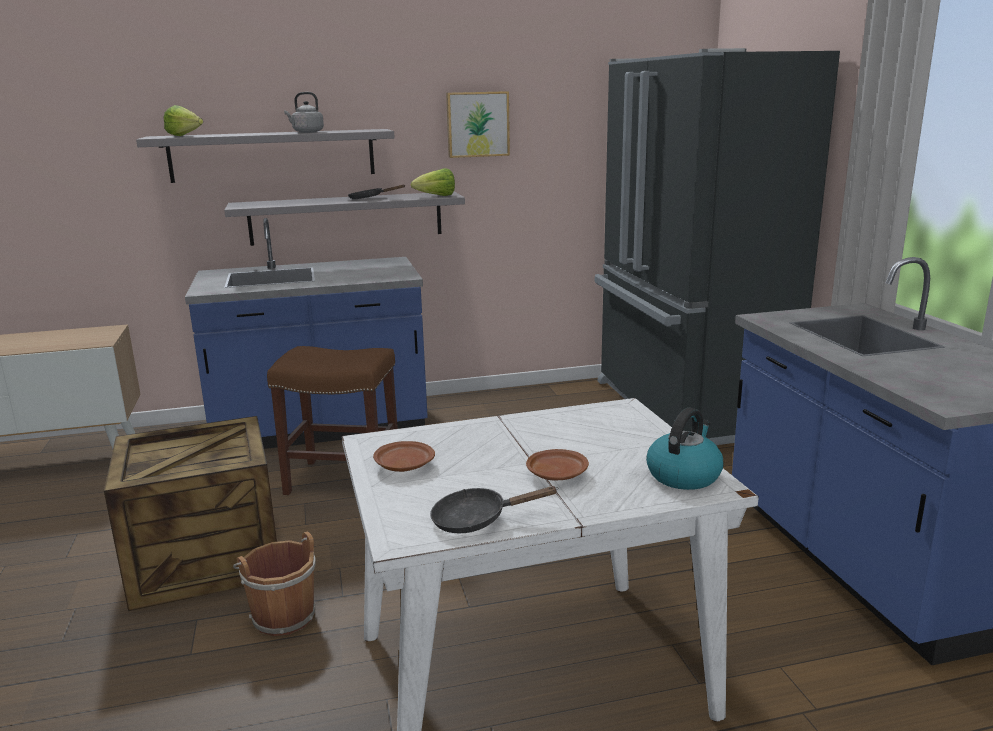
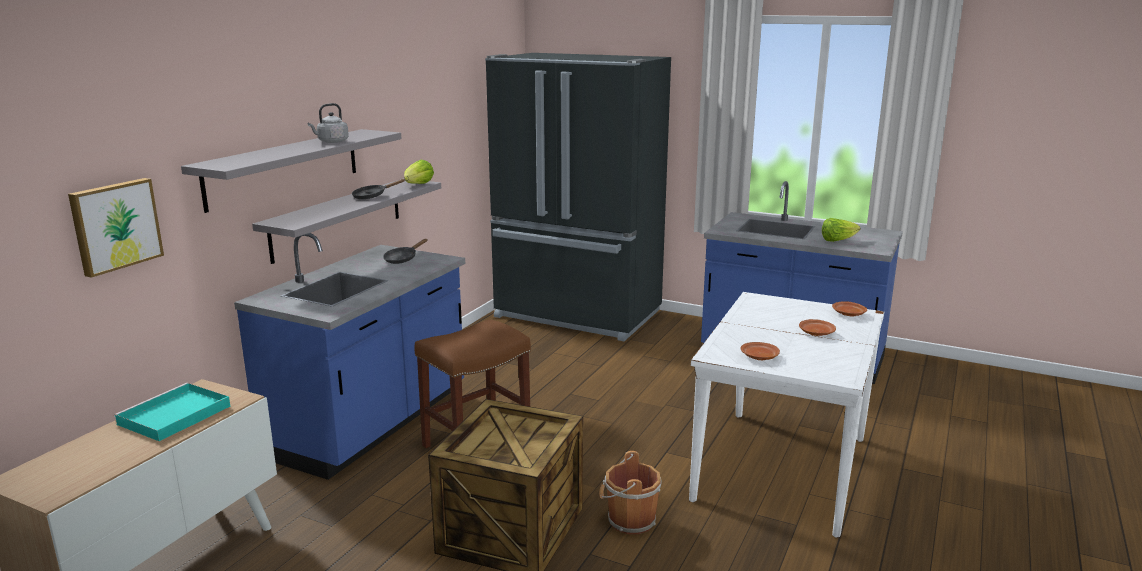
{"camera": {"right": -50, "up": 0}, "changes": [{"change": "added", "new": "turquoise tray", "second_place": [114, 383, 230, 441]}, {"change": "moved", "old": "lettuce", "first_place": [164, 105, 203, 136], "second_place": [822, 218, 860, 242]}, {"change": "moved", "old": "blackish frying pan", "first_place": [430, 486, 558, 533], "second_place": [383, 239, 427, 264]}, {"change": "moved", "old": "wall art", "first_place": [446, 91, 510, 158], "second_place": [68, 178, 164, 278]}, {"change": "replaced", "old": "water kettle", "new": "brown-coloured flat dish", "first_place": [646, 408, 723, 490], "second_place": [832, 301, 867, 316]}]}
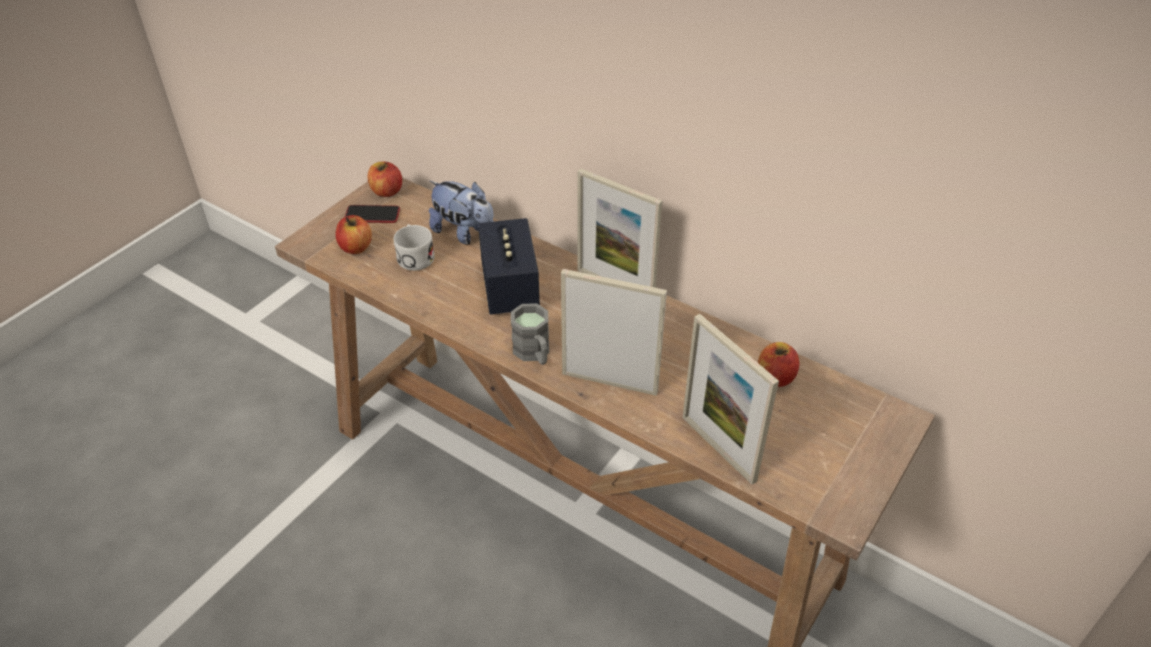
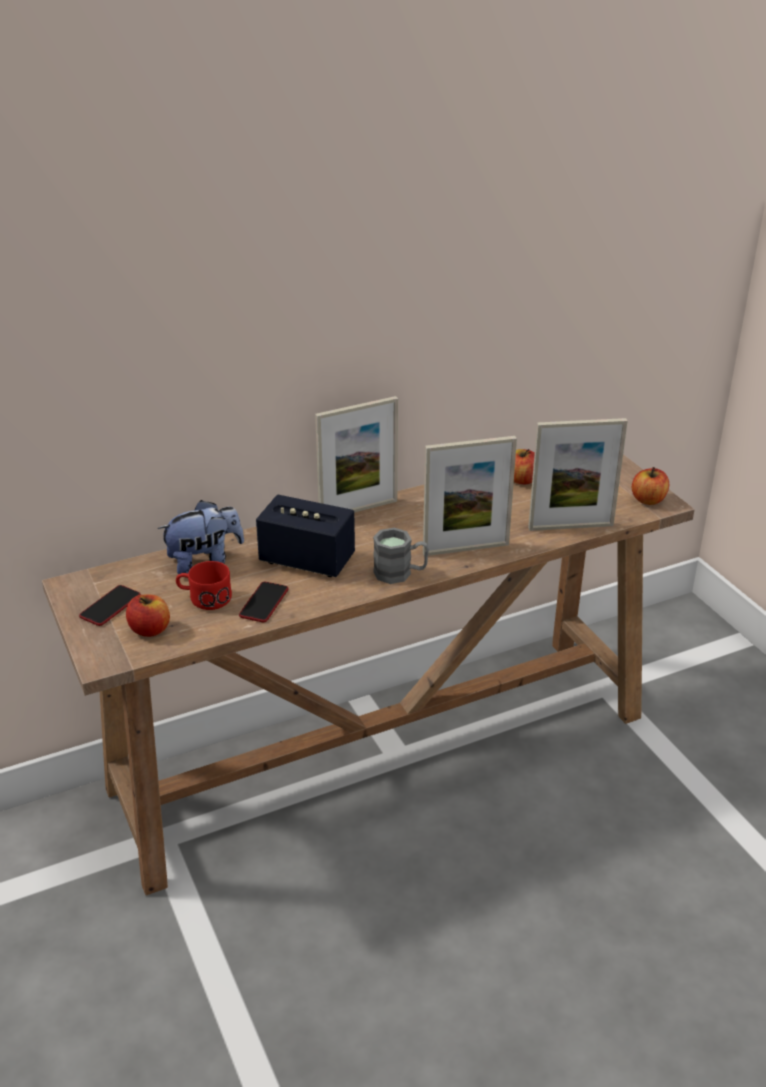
{"camera": {"right": -60, "up": -10}, "changes": [{"change": "added", "new": "phone", "second_place": [239, 582, 288, 622]}, {"change": "moved", "old": "apple", "first_place": [368, 162, 402, 197], "second_place": [632, 467, 669, 505]}, {"change": "recoloured", "old": "white mug", "new": "red-coloured mug", "first_place": [394, 224, 434, 271], "second_place": [176, 561, 232, 610]}, {"change": "turned", "old": "photo frame", "first_place": [561, 269, 667, 396], "second_place": [423, 436, 517, 556], "degrees": -150}]}
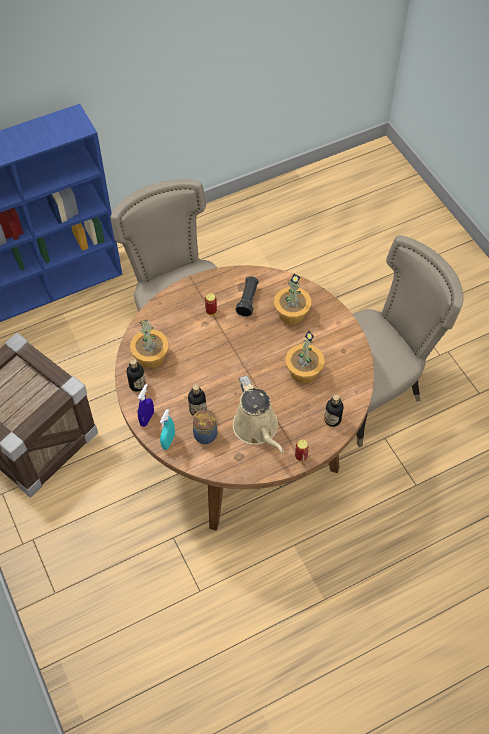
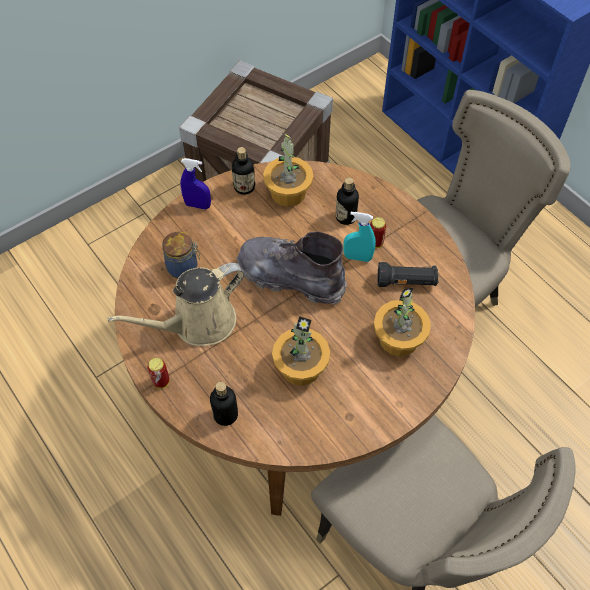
{"camera": {"right": 80, "up": 0}, "changes": [{"change": "added", "new": "gray tall boot", "second_place": [236, 231, 347, 306]}, {"change": "moved", "old": "turquoise hand sprayer", "first_place": [160, 409, 175, 450], "second_place": [343, 212, 376, 262]}, {"change": "moved", "old": "bottle", "first_place": [188, 384, 206, 416], "second_place": [335, 177, 359, 225]}]}
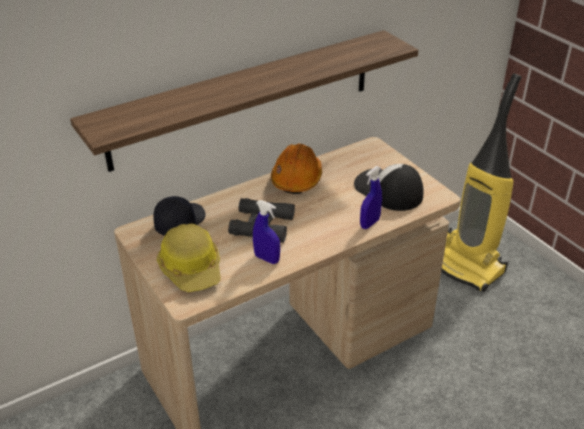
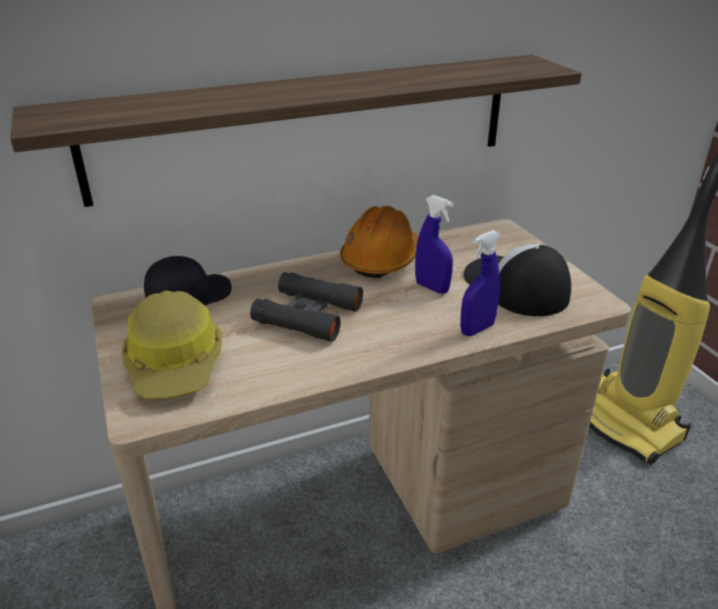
{"camera": {"right": 10, "up": -5}, "changes": [{"change": "moved", "old": "blue hand sprayer", "first_place": [253, 200, 280, 264], "second_place": [415, 195, 453, 294]}]}
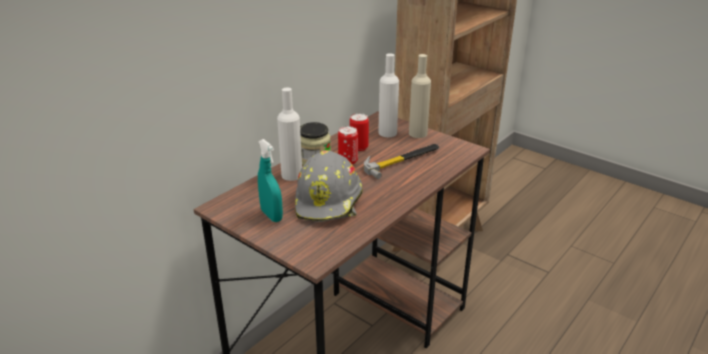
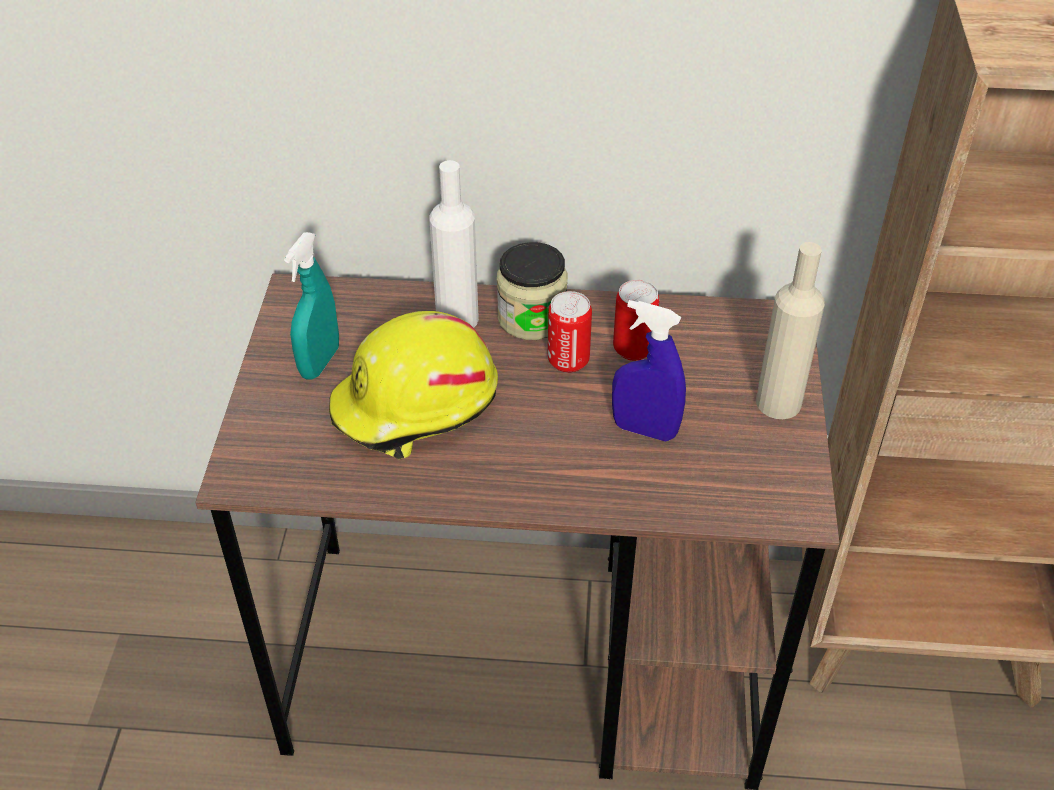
{"camera": {"right": 55, "up": 15}, "changes": [{"change": "removed", "old": "white bottle", "first_place": [378, 53, 399, 137]}, {"change": "replaced", "old": "hand hammer", "new": "blue hand sprayer", "first_place": [364, 144, 439, 179], "second_place": [612, 300, 686, 441]}, {"change": "recoloured", "old": "gray hard hat", "new": "yellow-coloured hard hat", "first_place": [295, 150, 363, 222], "second_place": [329, 311, 498, 459]}]}
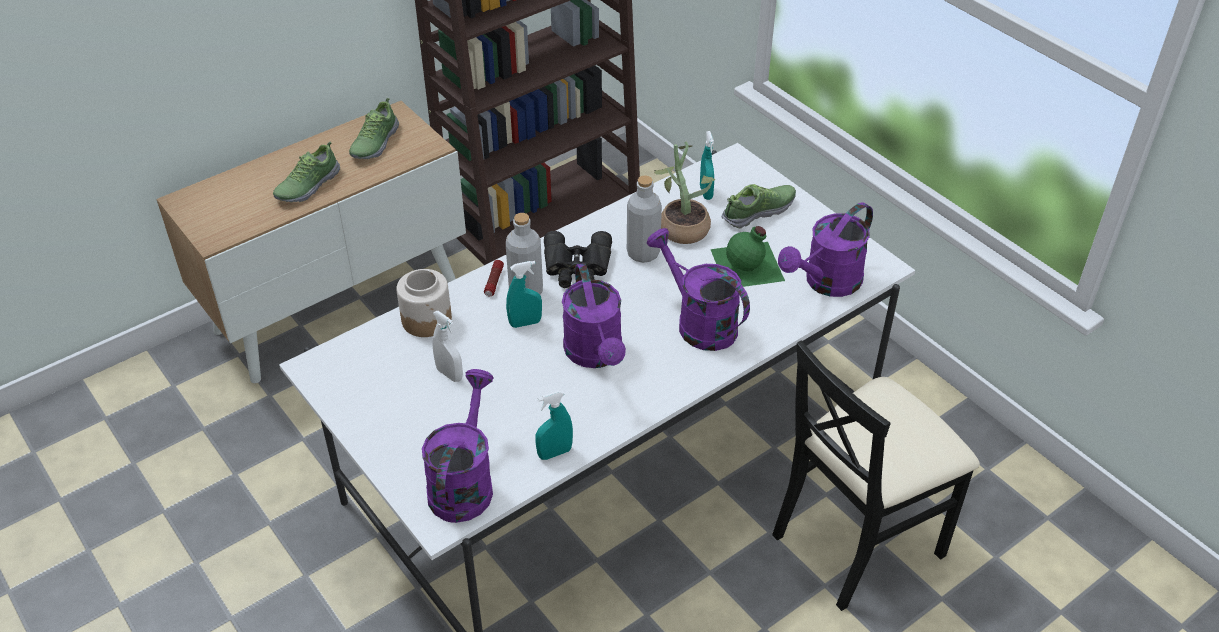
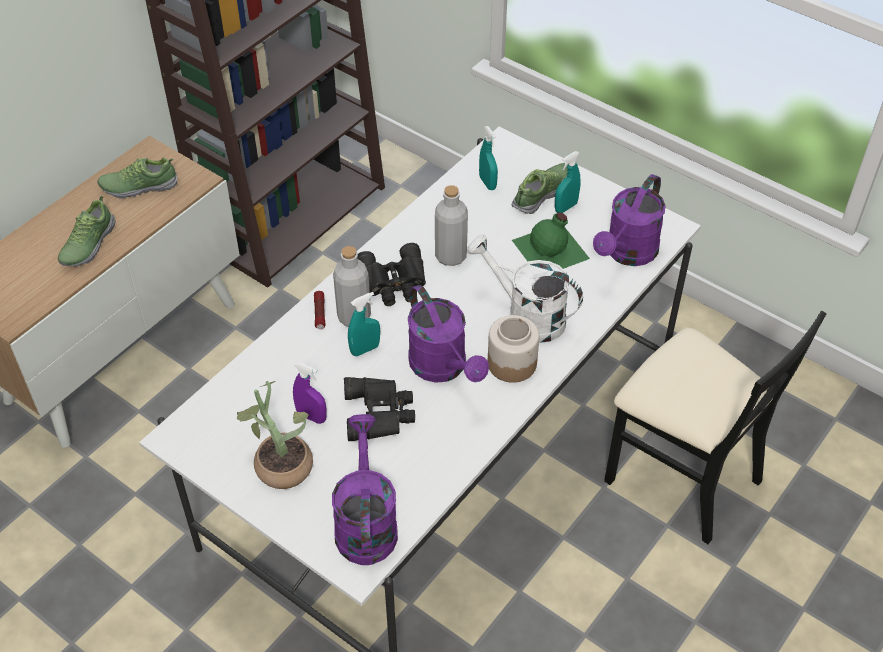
{"camera": {"right": -15, "up": 5}, "changes": [{"change": "added", "new": "blackish pair of binoculars", "second_place": [344, 377, 415, 441]}, {"change": "moved", "old": "preserve jar", "first_place": [396, 269, 452, 337], "second_place": [488, 315, 539, 383]}, {"change": "moved", "old": "turquoise hand sprayer", "first_place": [535, 391, 573, 460], "second_place": [555, 151, 581, 213]}, {"change": "moved", "old": "houseplant", "first_place": [654, 141, 715, 244], "second_place": [237, 381, 313, 489]}, {"change": "recoloured", "old": "white hand sprayer", "new": "purple hand sprayer", "first_place": [433, 311, 463, 382], "second_place": [293, 362, 327, 424]}, {"change": "recoloured", "old": "purple sprinkling can", "new": "white sprinkling can", "first_place": [647, 228, 750, 351], "second_place": [467, 234, 583, 343]}, {"change": "turned", "old": "shoe", "first_place": [349, 98, 399, 159], "second_place": [97, 157, 177, 199], "degrees": 75}, {"change": "turned", "old": "blackish chair", "first_place": [772, 340, 980, 611], "second_place": [604, 311, 826, 544], "degrees": -90}]}
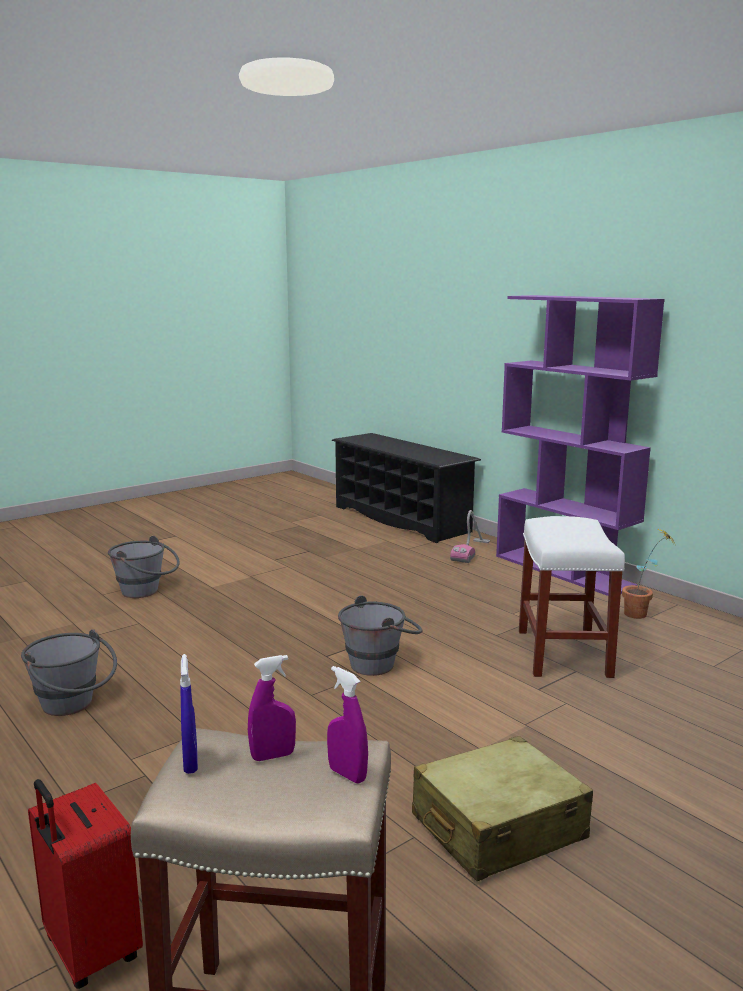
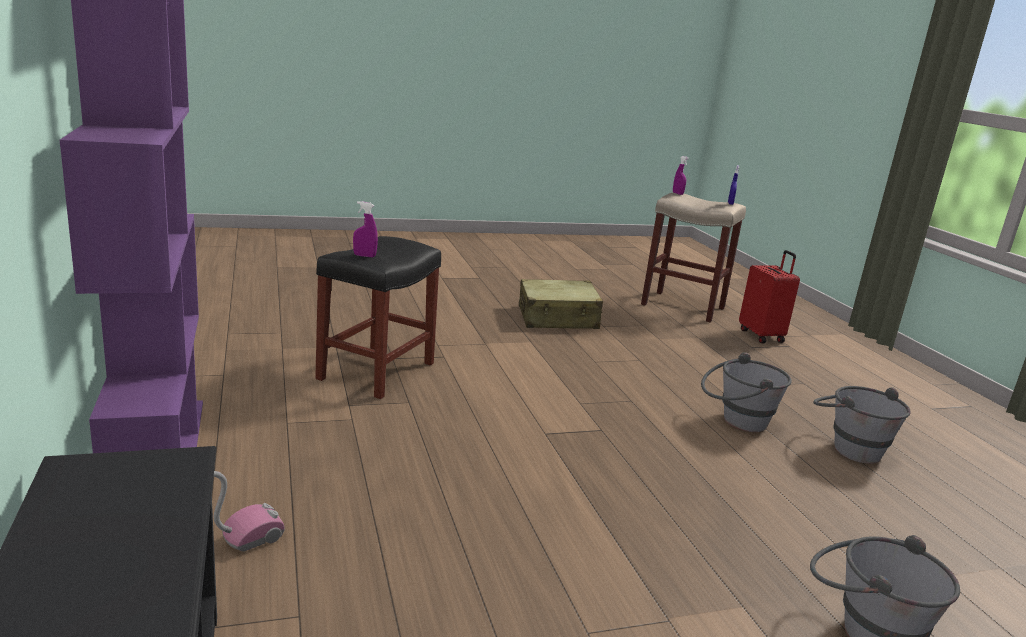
{"camera": {"right": -160, "up": 5}, "changes": [{"change": "removed", "old": "houseplant", "first_place": [622, 529, 676, 619]}, {"change": "moved", "old": "purple hand sprayer", "first_place": [248, 655, 296, 761], "second_place": [353, 201, 378, 257]}, {"change": "moved", "old": "gray bucket", "first_place": [338, 595, 422, 676], "second_place": [701, 352, 792, 432]}, {"change": "recoloured", "old": "white sitting stool", "new": "blackish sitting stool", "first_place": [519, 516, 625, 678], "second_place": [315, 236, 441, 399]}]}
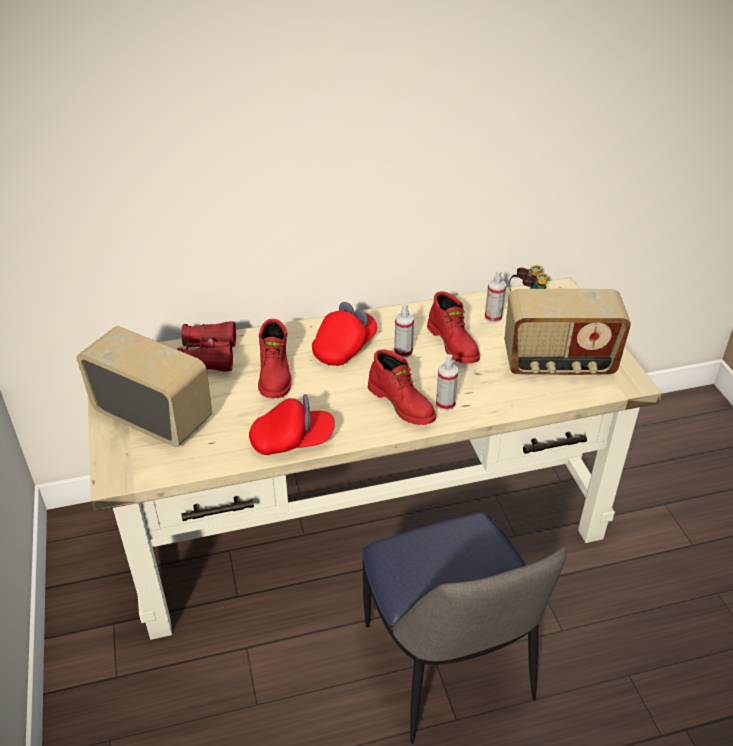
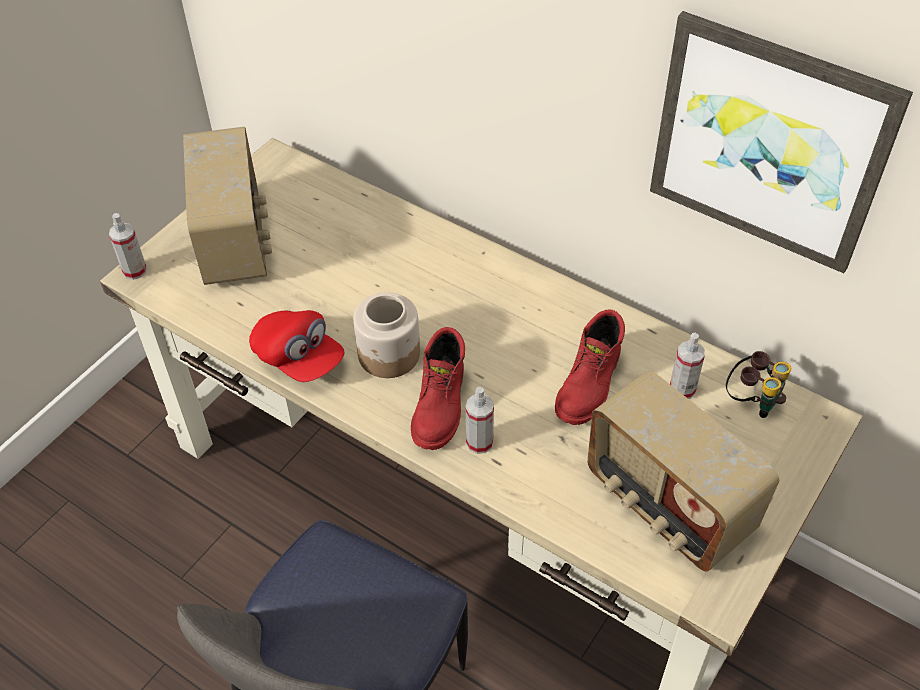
{"camera": {"right": 50, "up": 10}, "changes": [{"change": "removed", "old": "red-coloured pair of binoculars", "first_place": [177, 321, 236, 372]}, {"change": "removed", "old": "red-coloured tall boot", "first_place": [258, 319, 292, 398]}, {"change": "removed", "old": "red-coloured peaked cap", "first_place": [312, 302, 377, 366]}, {"change": "added", "new": "preserve jar", "second_place": [353, 292, 420, 378]}, {"change": "added", "new": "wall art", "second_place": [650, 11, 913, 273]}, {"change": "moved", "old": "hand sprayer", "first_place": [394, 303, 414, 358], "second_place": [109, 213, 147, 280]}]}
